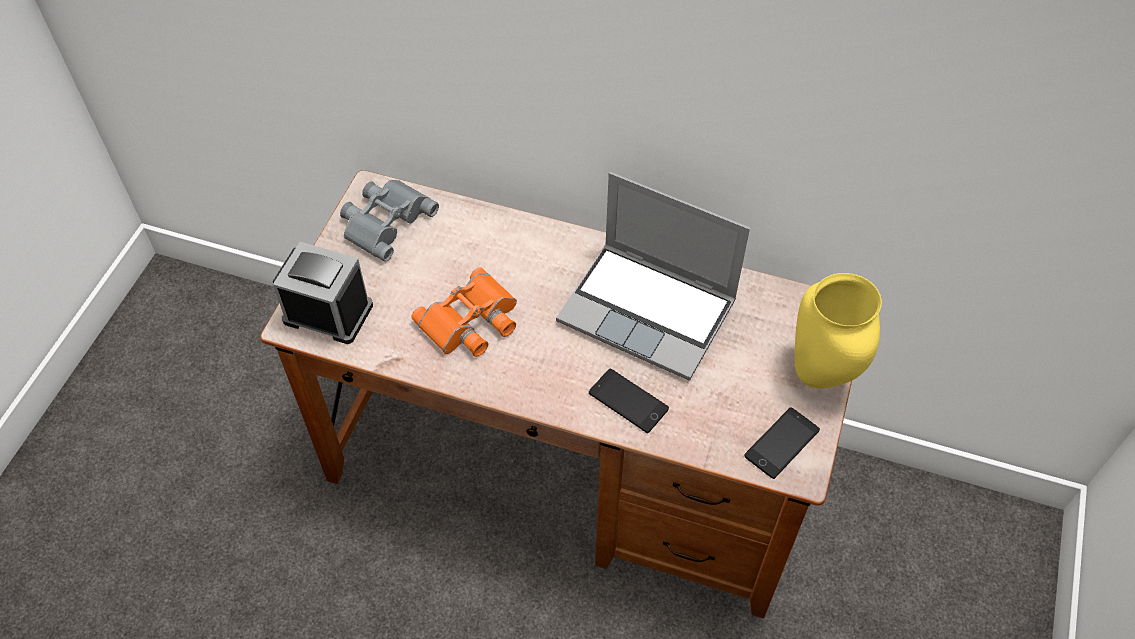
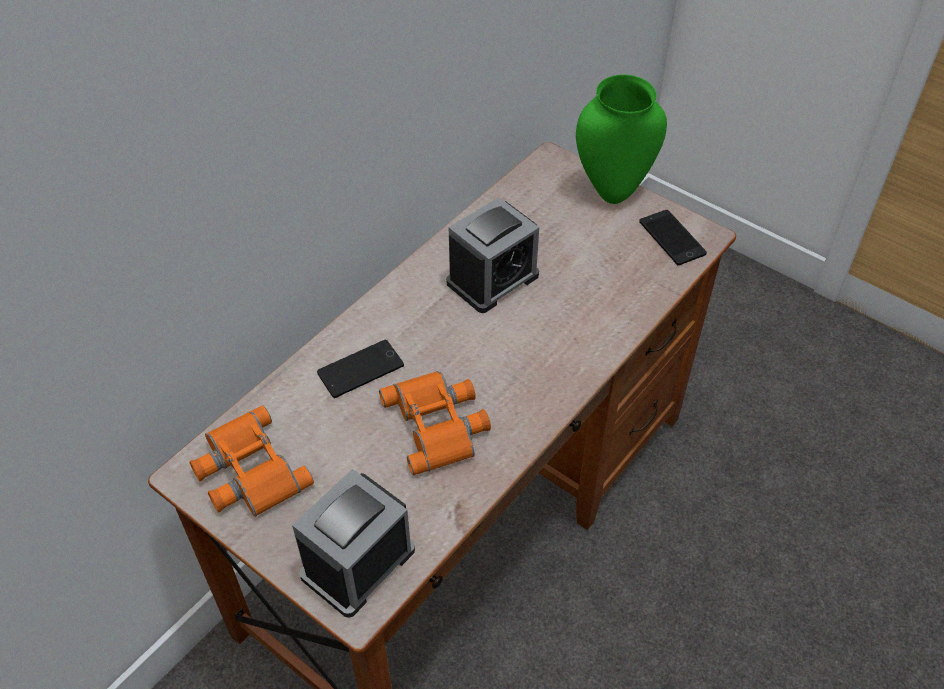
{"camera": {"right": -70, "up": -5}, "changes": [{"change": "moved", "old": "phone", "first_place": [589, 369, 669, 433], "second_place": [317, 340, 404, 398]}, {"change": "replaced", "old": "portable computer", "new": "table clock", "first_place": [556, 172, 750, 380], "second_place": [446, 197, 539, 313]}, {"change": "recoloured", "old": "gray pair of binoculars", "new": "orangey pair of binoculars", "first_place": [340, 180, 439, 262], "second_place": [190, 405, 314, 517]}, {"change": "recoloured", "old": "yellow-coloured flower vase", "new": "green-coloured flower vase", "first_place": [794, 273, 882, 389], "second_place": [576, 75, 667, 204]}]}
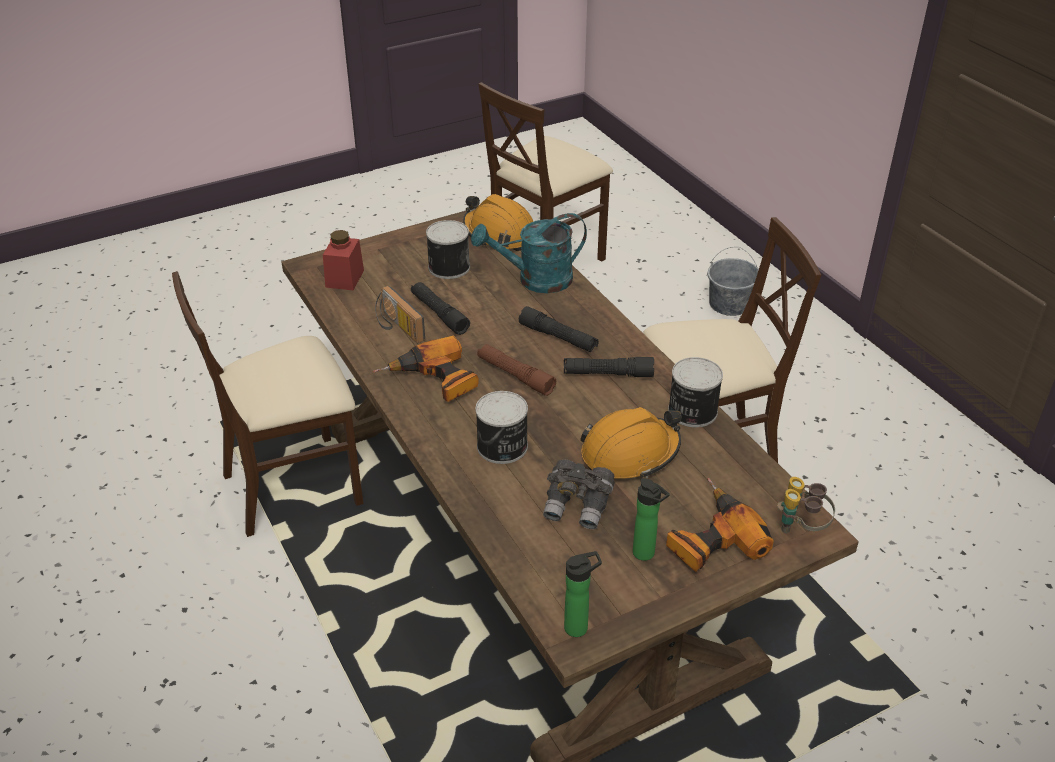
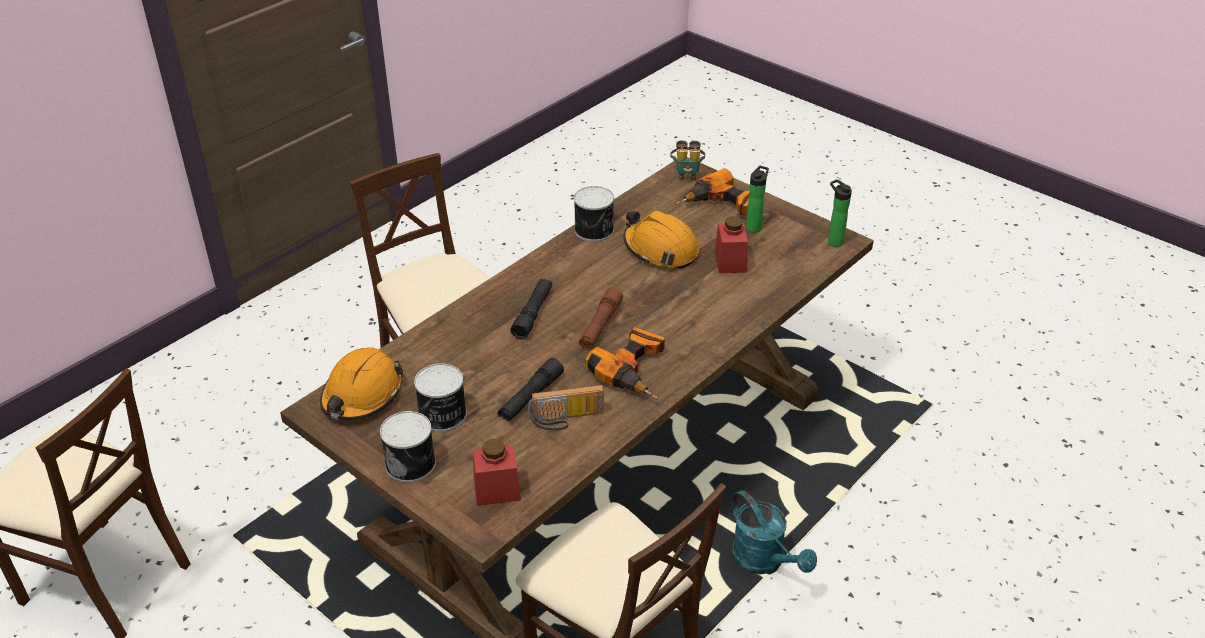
{"camera": {"right": -110, "up": 0}, "changes": [{"change": "removed", "old": "blackish flashlight", "first_place": [564, 357, 654, 377]}, {"change": "removed", "old": "gray bucket", "first_place": [707, 247, 759, 316]}, {"change": "moved", "old": "turquoise sprinkling can", "first_place": [471, 213, 587, 293], "second_place": [732, 490, 817, 574]}, {"change": "moved", "old": "metal can", "first_place": [475, 391, 528, 464], "second_place": [380, 411, 436, 483]}, {"change": "replaced", "old": "gray pair of binoculars", "new": "red-coloured preserve jar", "first_place": [543, 459, 615, 529], "second_place": [715, 216, 748, 273]}, {"change": "turned", "old": "radio", "first_place": [375, 285, 425, 343], "second_place": [528, 385, 604, 431], "degrees": 45}]}
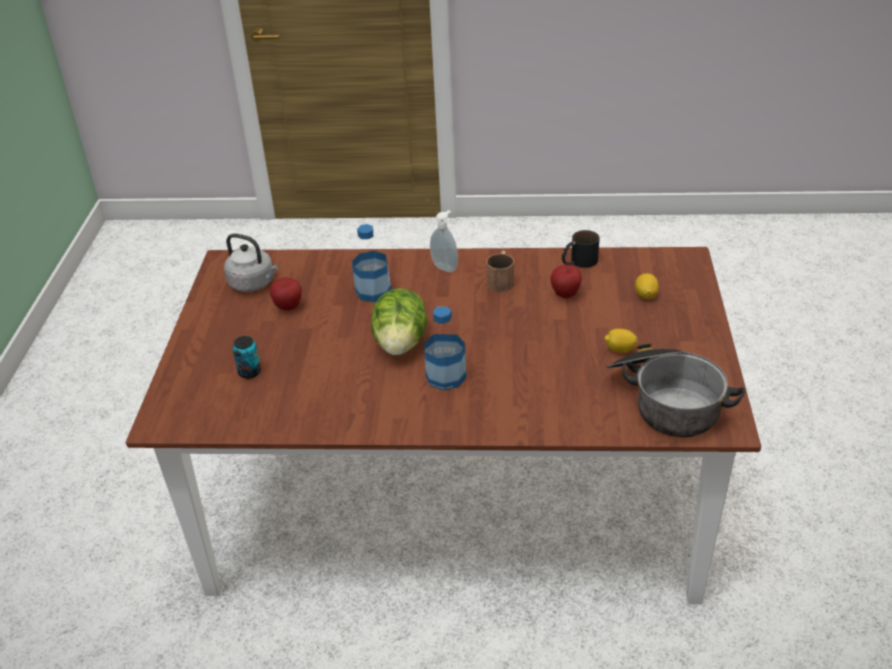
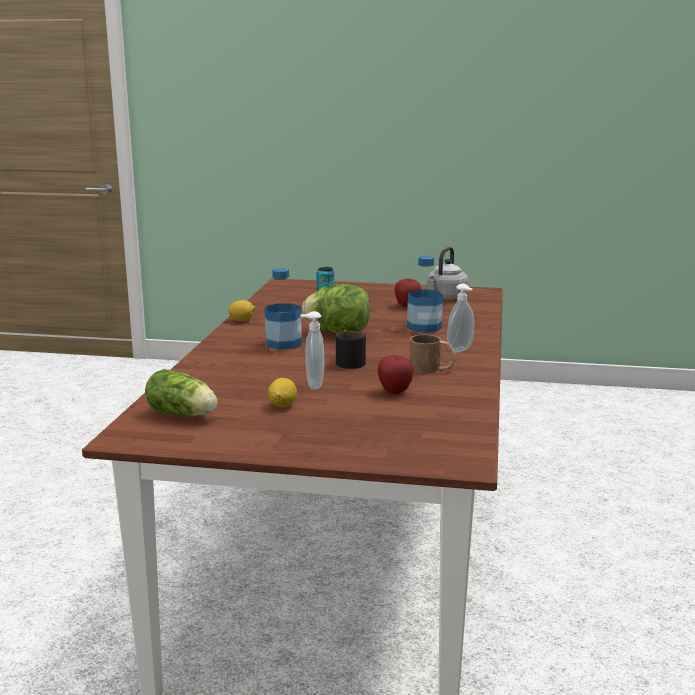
{"camera": {"right": 95, "up": -20}, "changes": [{"change": "added", "new": "soap bottle", "second_place": [300, 311, 324, 389]}, {"change": "moved", "old": "blackish mug", "first_place": [562, 230, 599, 268], "second_place": [336, 330, 366, 369]}, {"change": "moved", "old": "lemon", "first_place": [635, 273, 659, 299], "second_place": [228, 300, 255, 321]}, {"change": "replaced", "old": "cooking pot", "new": "lettuce", "first_place": [606, 343, 745, 438], "second_place": [145, 369, 217, 417]}]}
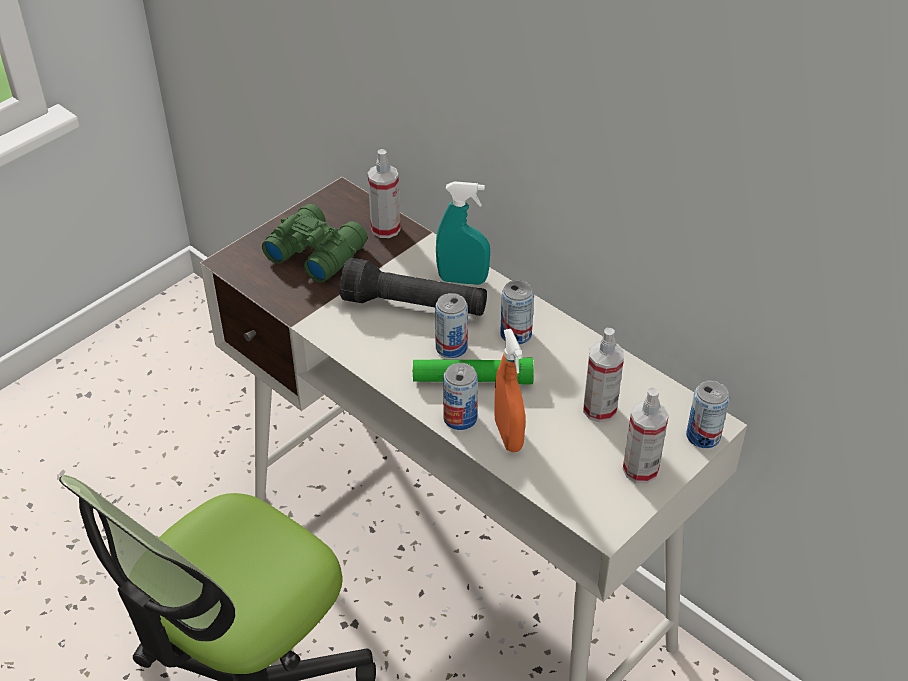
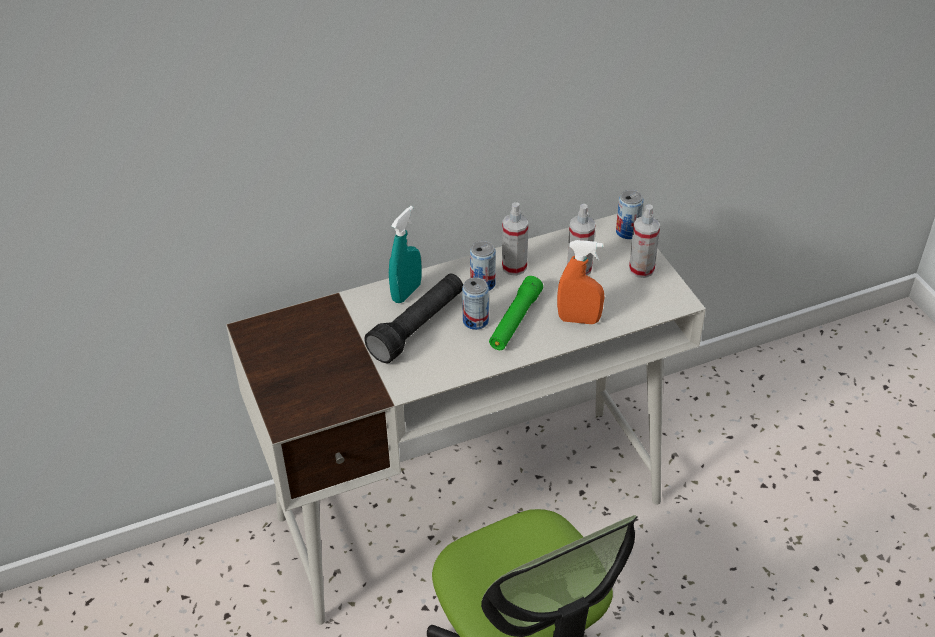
{"camera": {"right": -65, "up": 0}, "changes": [{"change": "removed", "old": "green-coloured pair of binoculars", "first_place": [262, 204, 368, 283]}, {"change": "removed", "old": "metal can", "first_place": [443, 363, 478, 430]}, {"change": "moved", "old": "hand sprayer", "first_place": [368, 149, 401, 238], "second_place": [502, 202, 528, 276]}]}
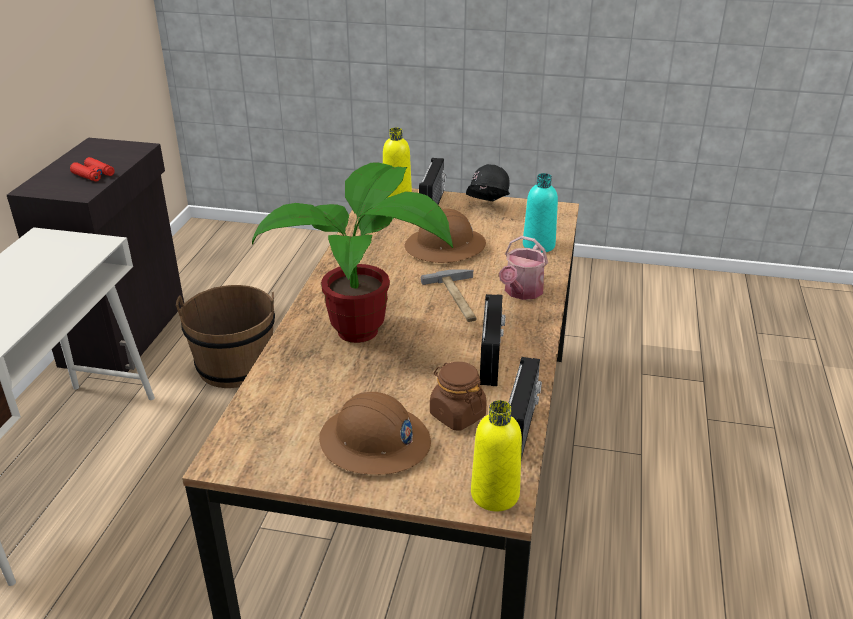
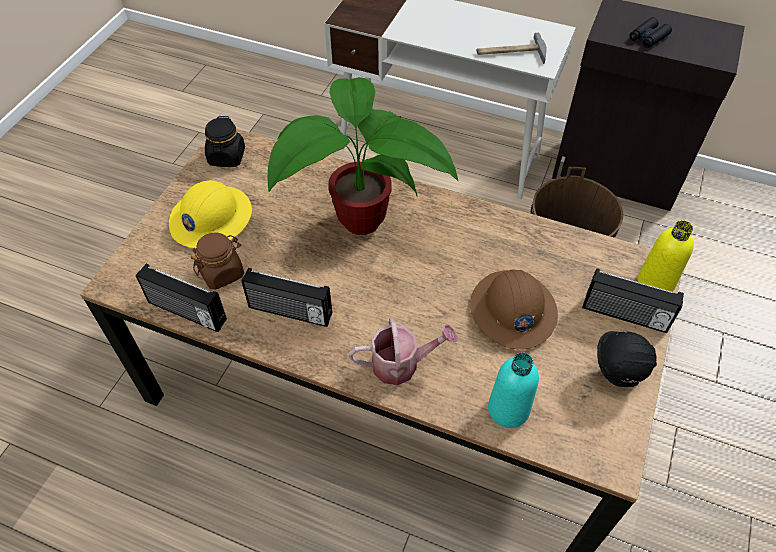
{"camera": {"right": 100, "up": 20}, "changes": [{"change": "removed", "old": "yellow-coloured bottle", "first_place": [471, 400, 522, 511]}, {"change": "added", "new": "blackish preserve jar", "second_place": [205, 116, 245, 167]}, {"change": "moved", "old": "hand hammer", "first_place": [421, 270, 477, 322], "second_place": [477, 33, 547, 64]}, {"change": "recoloured", "old": "red-coloured pair of binoculars", "new": "blackish pair of binoculars", "first_place": [70, 157, 115, 181], "second_place": [629, 17, 672, 48]}, {"change": "recoloured", "old": "brown-coloured hard hat", "new": "yellow-coloured hard hat", "first_place": [319, 392, 431, 475], "second_place": [169, 180, 252, 248]}, {"change": "turned", "old": "sprinkling can", "first_place": [499, 236, 548, 300], "second_place": [349, 318, 458, 385], "degrees": 135}]}
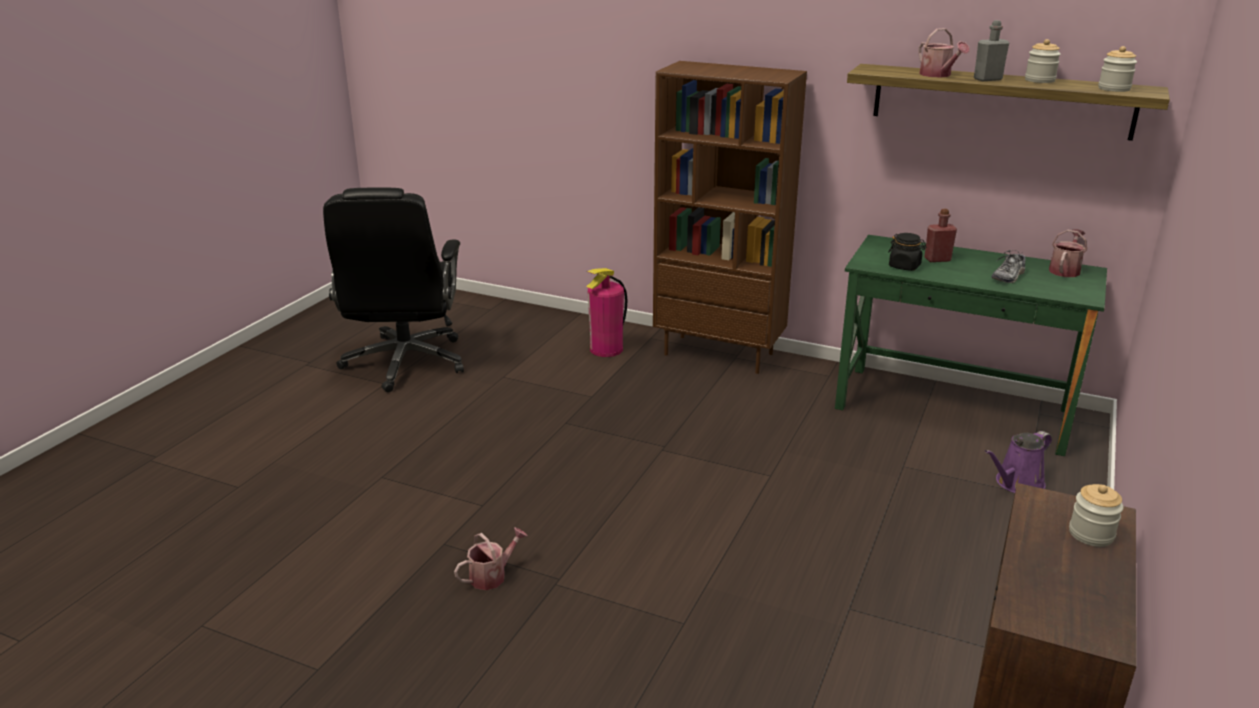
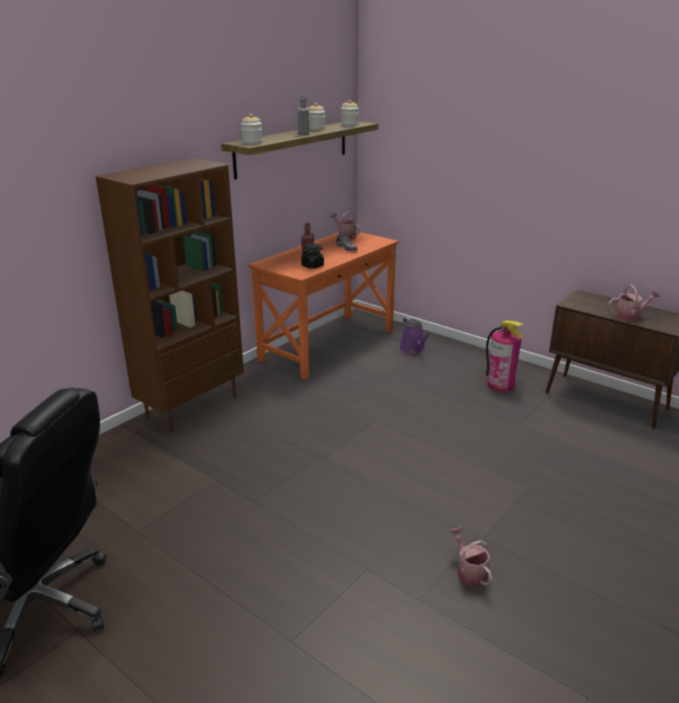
{"camera": {"right": -75, "up": 0}, "changes": [{"change": "moved", "old": "fire extinguisher", "first_place": [586, 268, 627, 357], "second_place": [486, 320, 524, 391]}, {"change": "moved", "old": "sprinkling can", "first_place": [918, 28, 969, 78], "second_place": [608, 285, 660, 321]}, {"change": "moved", "old": "preserve jar", "first_place": [1069, 484, 1124, 547], "second_place": [241, 114, 263, 145]}, {"change": "recoloured", "old": "green-coloured desk unit", "new": "orangey desk unit", "first_place": [835, 235, 1107, 456], "second_place": [248, 231, 399, 380]}]}
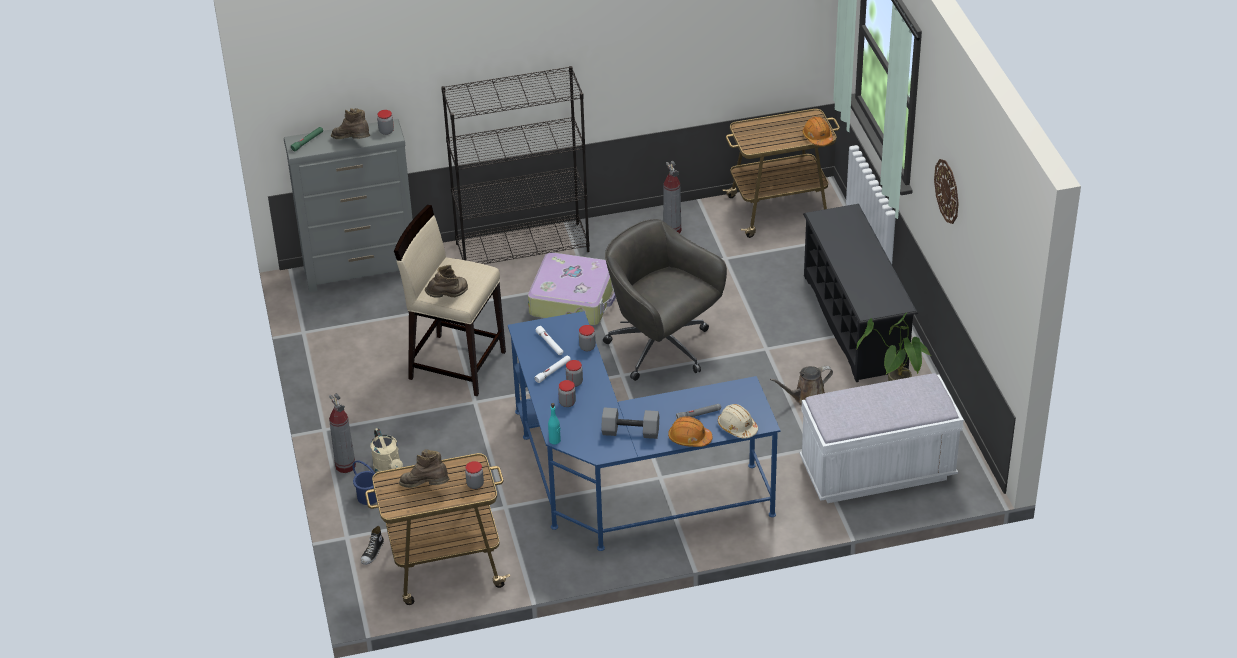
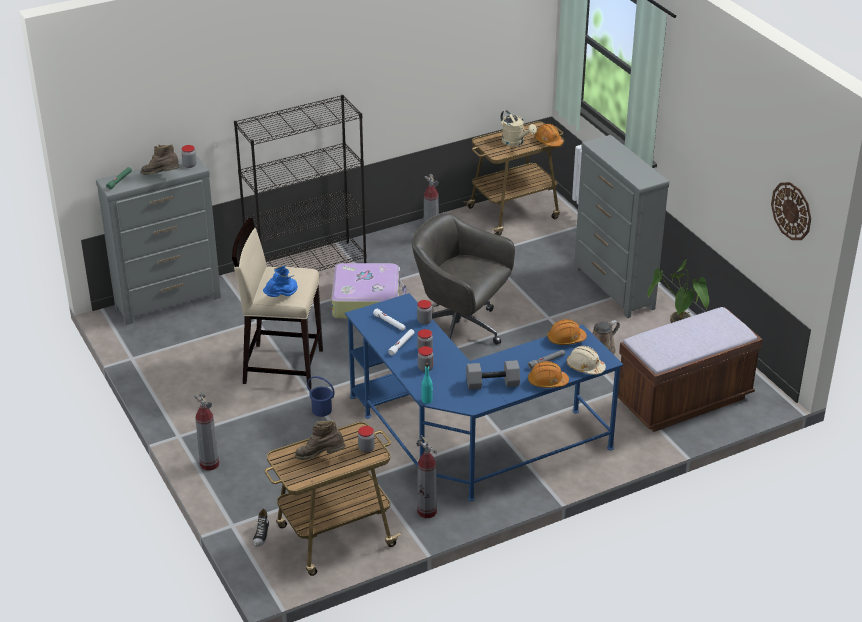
{"camera": {"right": -15, "up": -5}, "changes": [{"change": "added", "new": "fire extinguisher", "second_place": [416, 435, 437, 518]}, {"change": "added", "new": "orangey hard hat", "second_place": [547, 319, 587, 345]}, {"change": "moved", "old": "blue bucket", "first_place": [353, 460, 377, 505], "second_place": [307, 376, 335, 417]}, {"change": "moved", "old": "beige-coloured sprinkling can", "first_place": [371, 428, 403, 472], "second_place": [500, 110, 537, 146]}, {"change": "moved", "old": "wall clock", "first_place": [934, 159, 959, 224], "second_place": [771, 182, 811, 240]}, {"change": "replaced", "old": "blackish shoe shelf", "new": "gray drawer chest", "first_place": [803, 204, 918, 382], "second_place": [574, 135, 669, 318]}, {"change": "recoloured", "old": "brown-coloured tall boot", "new": "blue tall boot", "first_place": [425, 265, 468, 298], "second_place": [263, 265, 298, 297]}, {"change": "recoloured", "old": "white long seat", "new": "brown-coloured long seat", "first_place": [800, 373, 964, 503], "second_place": [618, 307, 763, 432]}]}
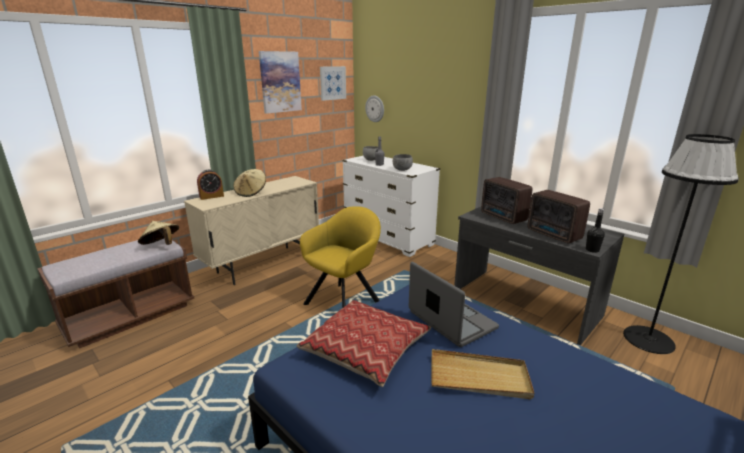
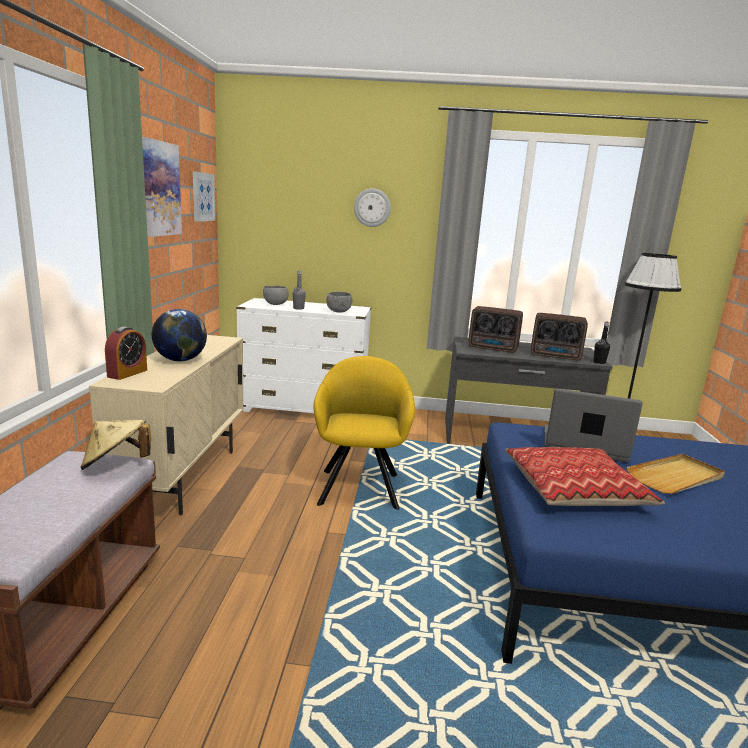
{"camera": {"right": -40, "up": -5}, "changes": [{"change": "moved", "old": "wall clock", "first_place": [365, 95, 384, 122], "second_place": [354, 188, 391, 227]}, {"change": "replaced", "old": "beige-coloured hat", "new": "globe", "first_place": [233, 169, 266, 197], "second_place": [152, 309, 207, 362]}]}
